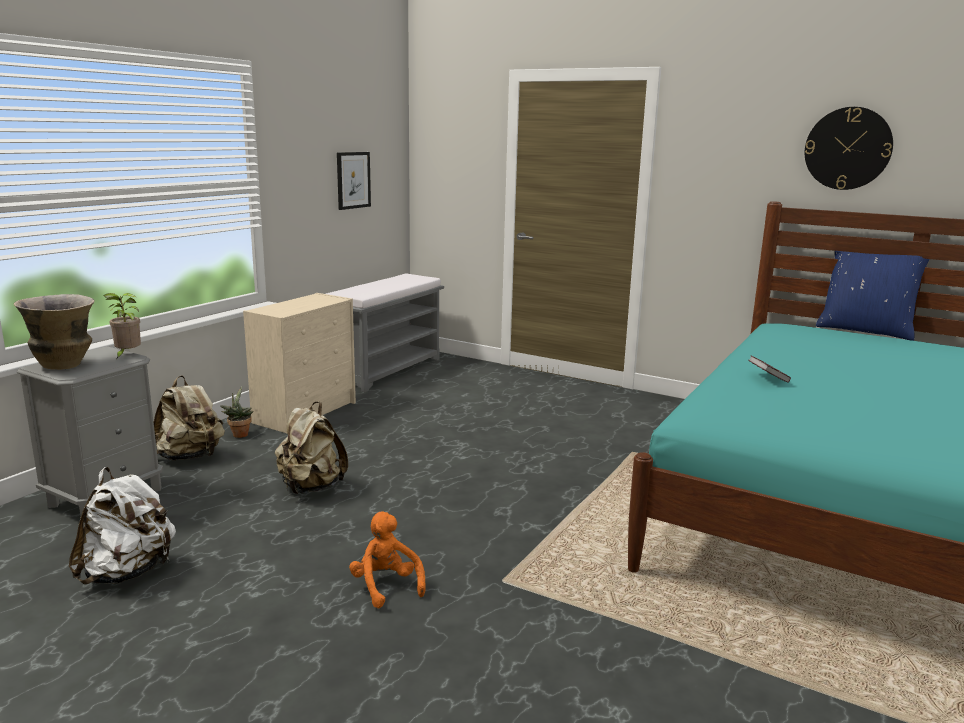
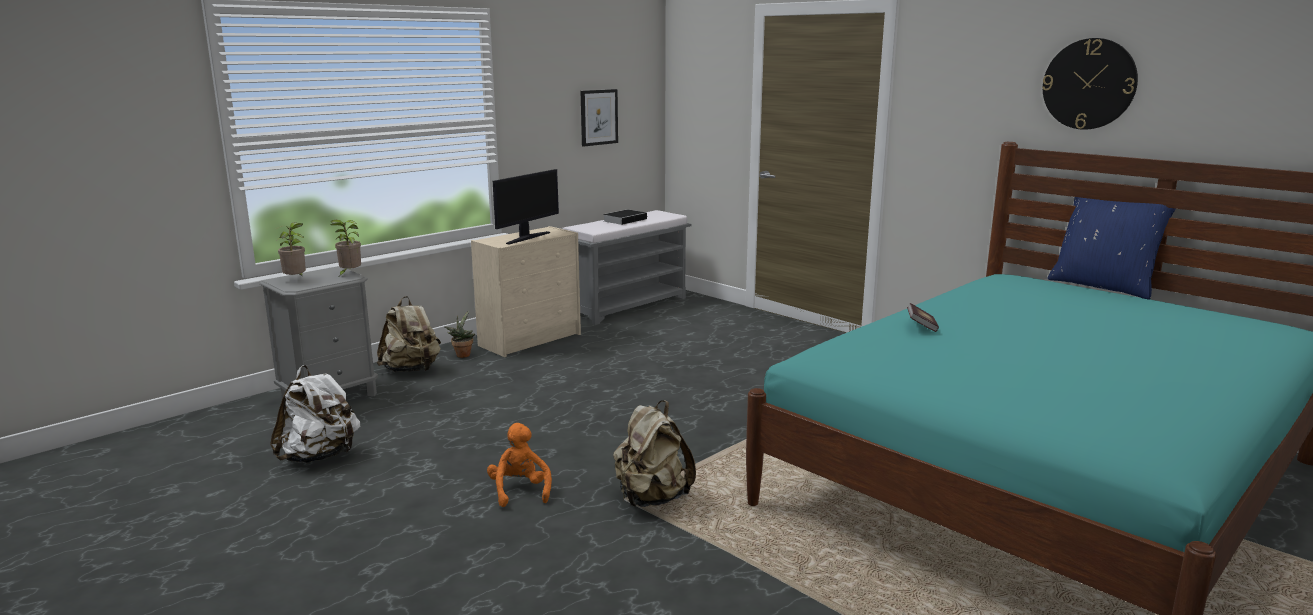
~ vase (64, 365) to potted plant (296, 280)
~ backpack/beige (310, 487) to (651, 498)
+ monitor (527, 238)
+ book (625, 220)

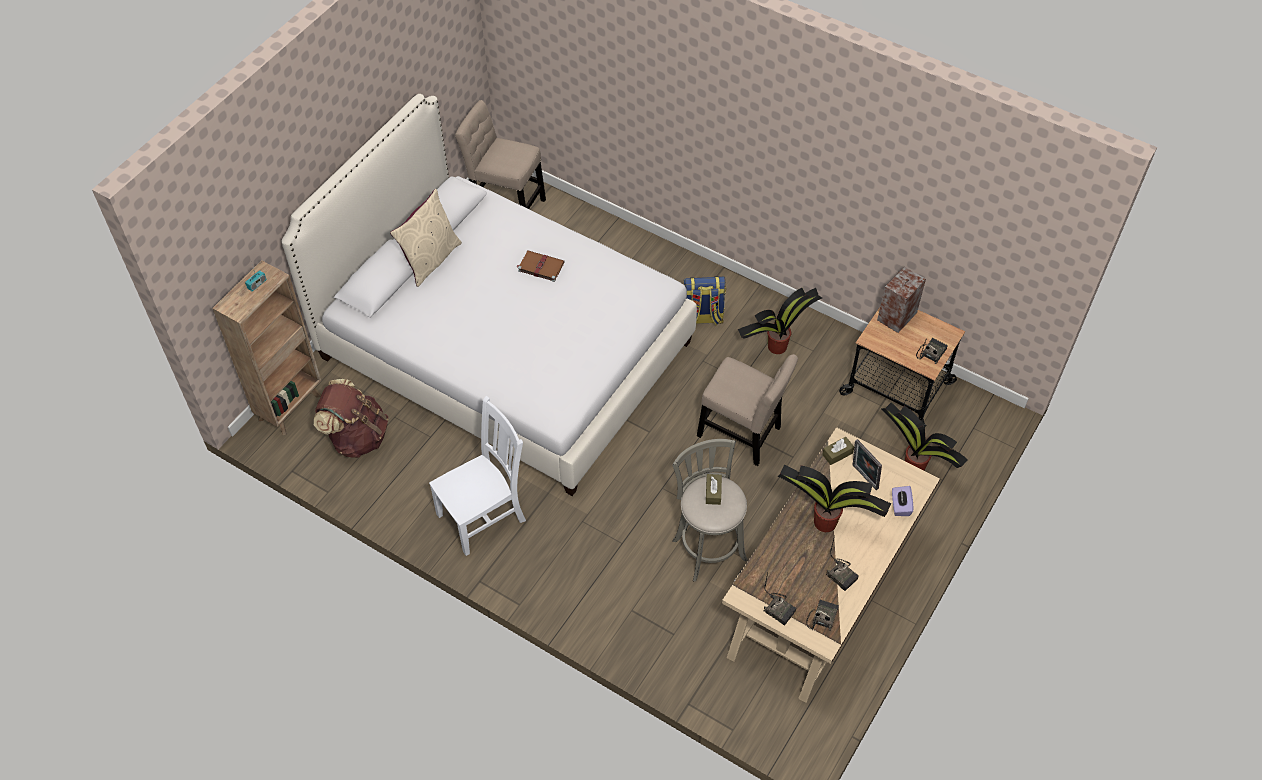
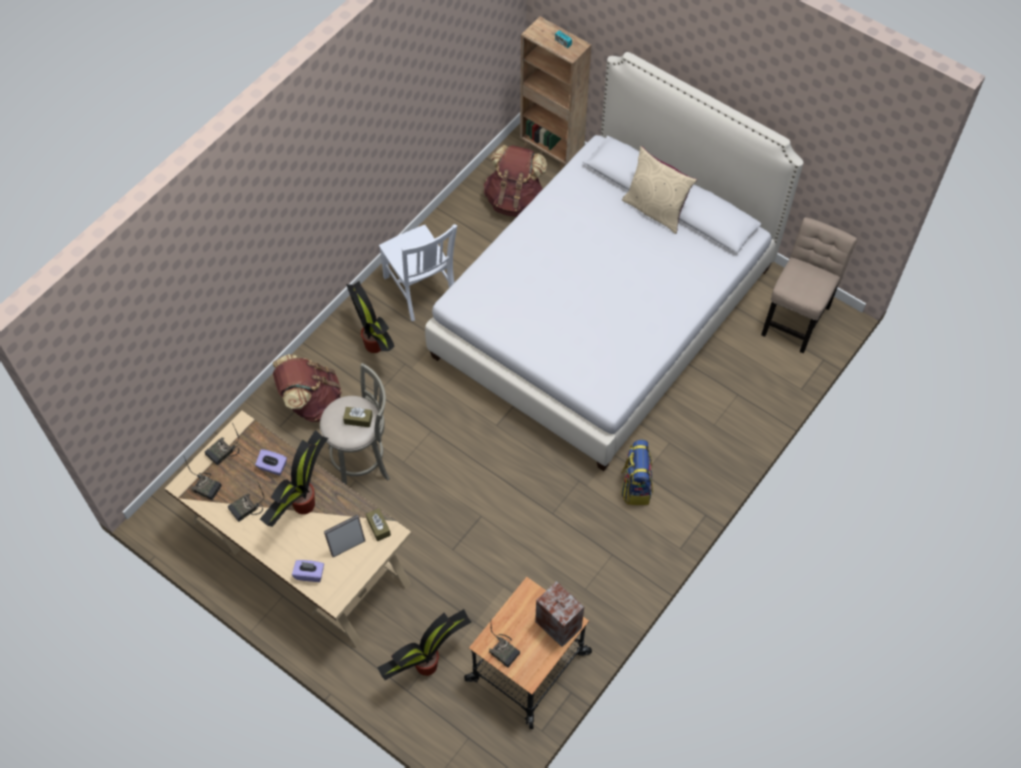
- book/brown (540, 267)
- chair/beige (742, 434)
~ potted plant (776, 347) to (374, 344)
+ tissue box/purple (272, 467)
+ backpack/brown (311, 402)

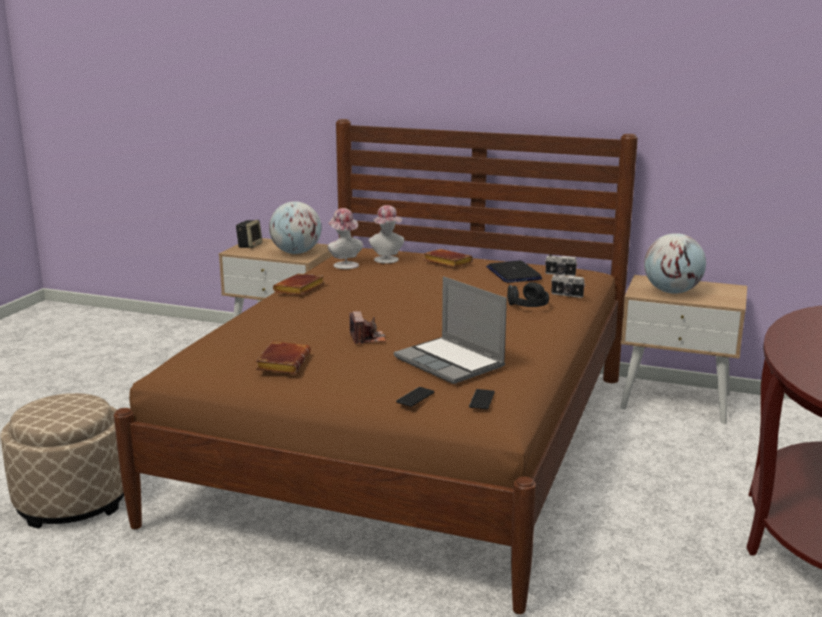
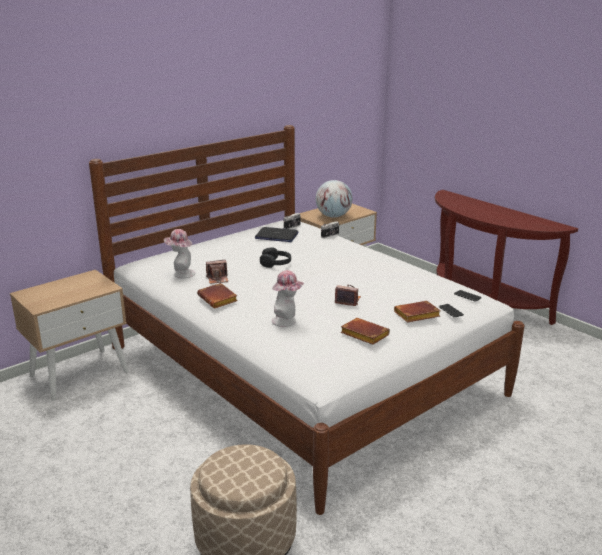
~ bed/brown (410, 443) to bed/white (301, 370)
- speaker (249, 245)
- globe (296, 253)
~ hat (387, 260) to (287, 321)
- laptop (451, 362)
~ book/brown (446, 262) to (416, 316)
~ headphones/black (528, 305) to (276, 263)
+ photo camera (218, 279)

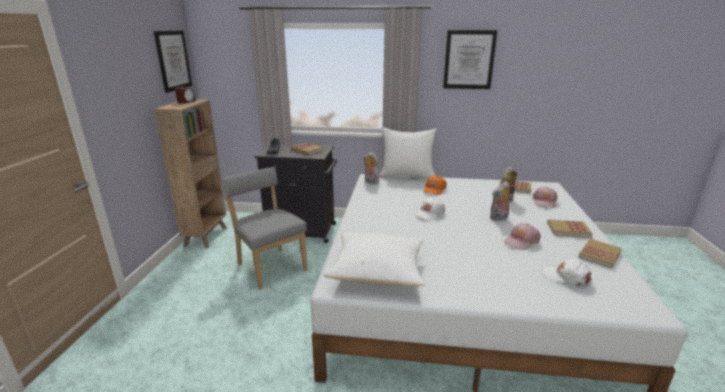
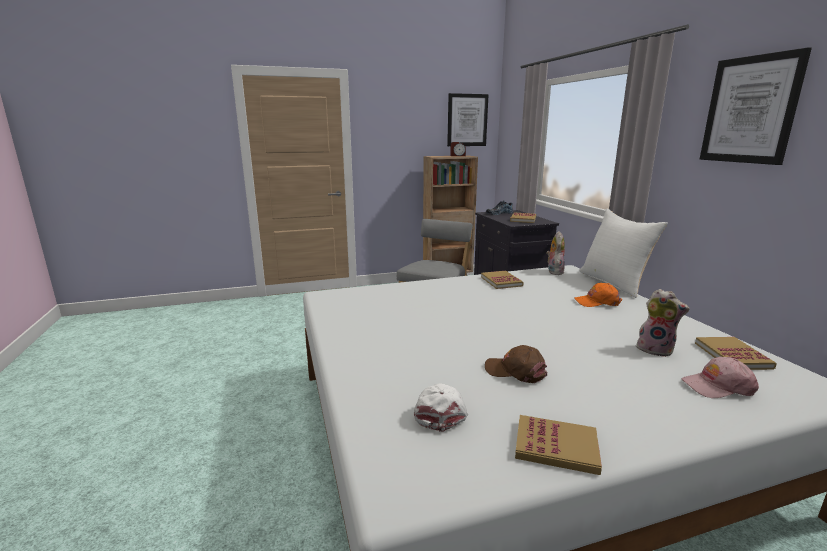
- pillow/white (378, 273)
- cap/white (429, 213)
- plush toy (499, 218)
~ cap/pink (521, 241) to cap/brown (515, 371)
~ book (568, 230) to (501, 281)

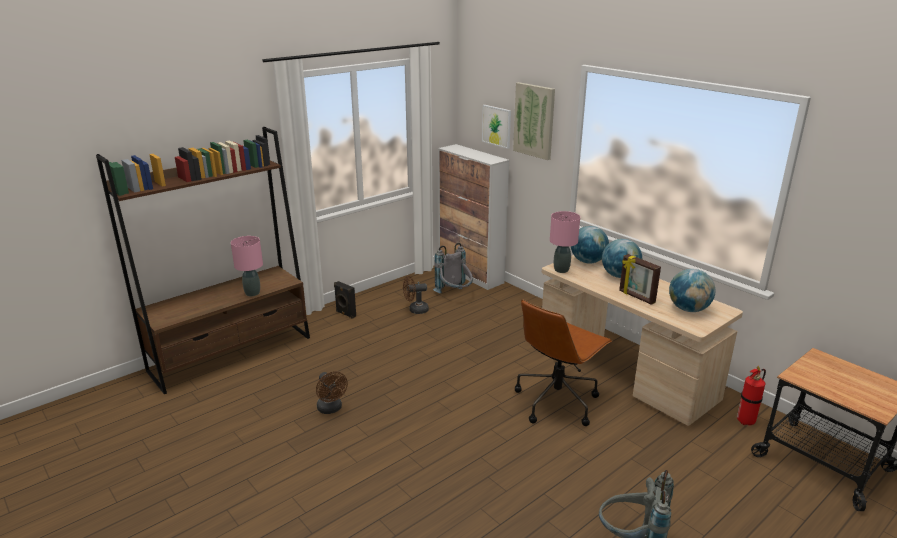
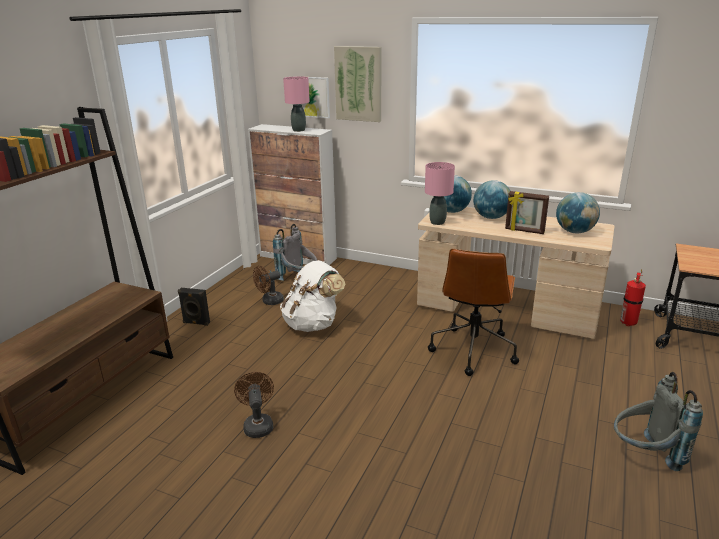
~ table lamp/pink (253, 293) to (299, 130)
~ fan/brown (331, 409) = (258, 425) 135 degrees counterclockwise
+ backpack/white (313, 324)

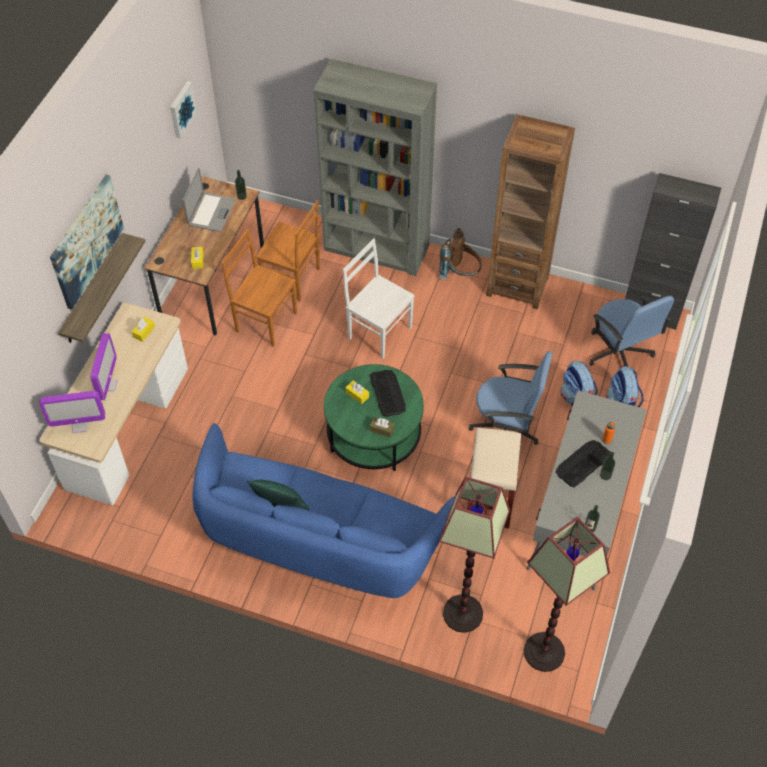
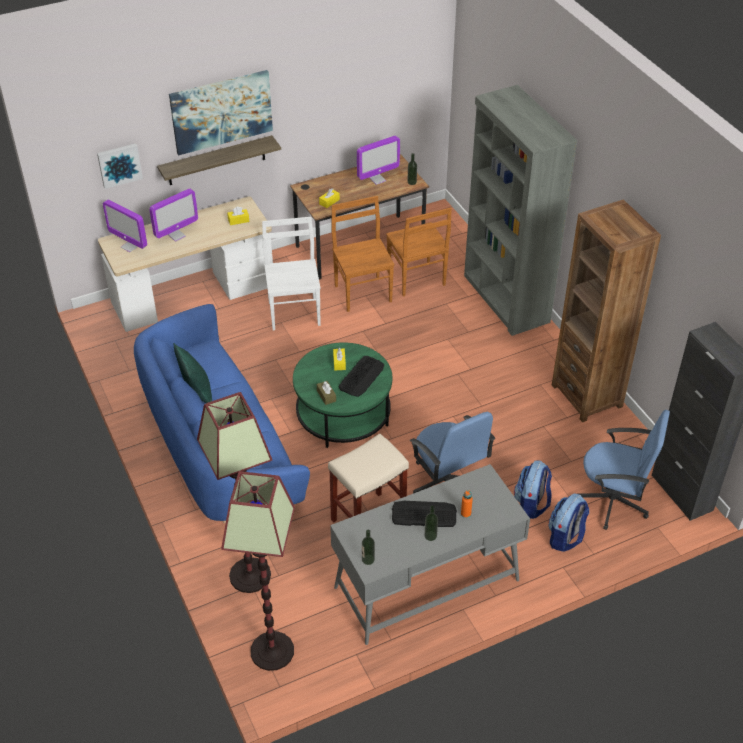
~ picture (181, 109) to (119, 164)
~ laptop (211, 212) to monitor (377, 179)
~ chair/white (378, 332) to (294, 312)
- backpack/brown (460, 274)
~ office chair/blue (619, 353) = (613, 501) 90 degrees counterclockwise

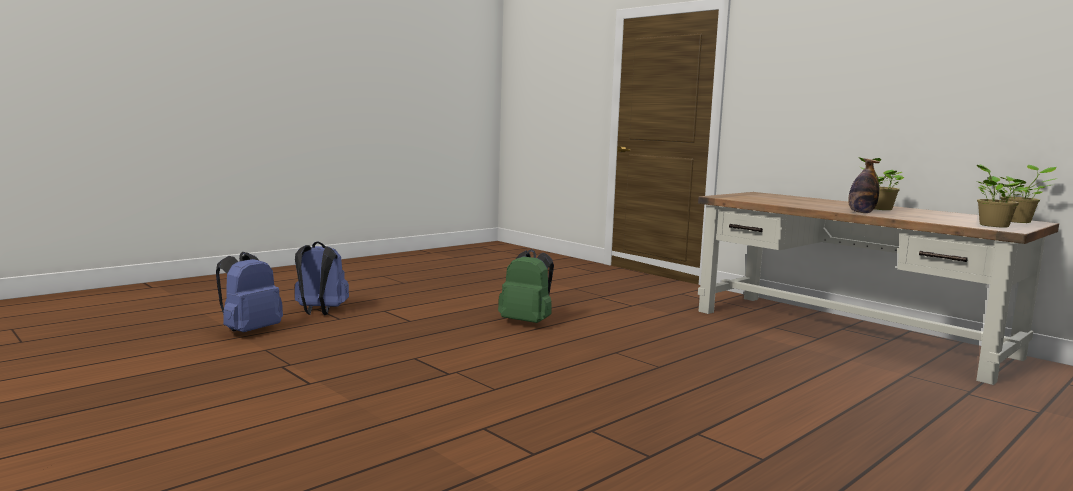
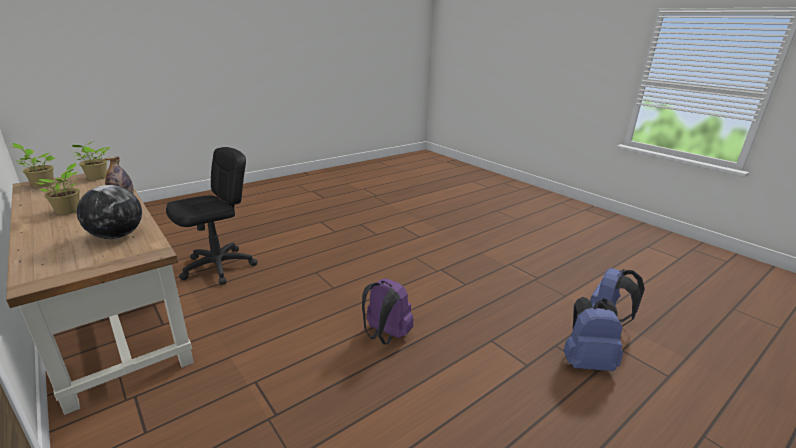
~ backpack/green (527, 322) to backpack/purple (385, 335)
+ globe (117, 236)
+ office chair/black (219, 267)

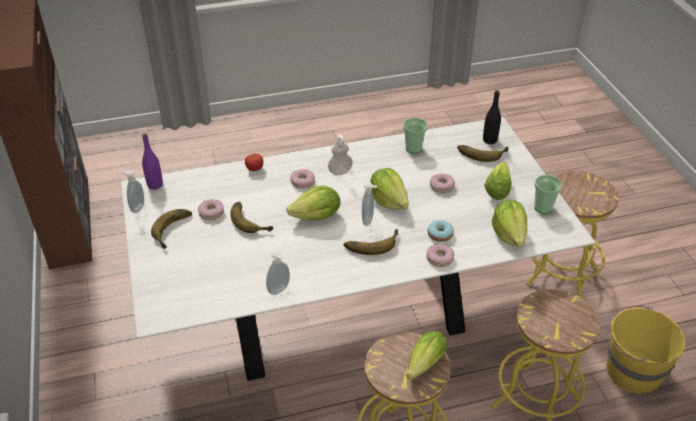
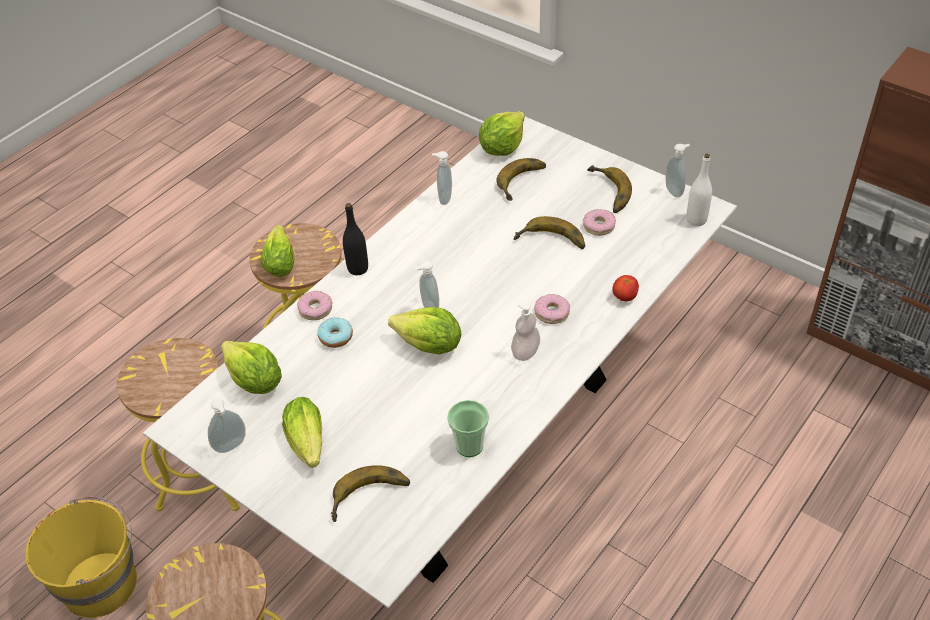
~ bottle/purple (155, 185) to bottle/white (696, 220)
~ lettuce (317, 217) to (502, 147)
~ banana (371, 243) to (524, 183)
- donut (442, 186)
~ bottle/black (490, 140) to (358, 268)
~ cup (543, 208) to soap dispenser (231, 447)

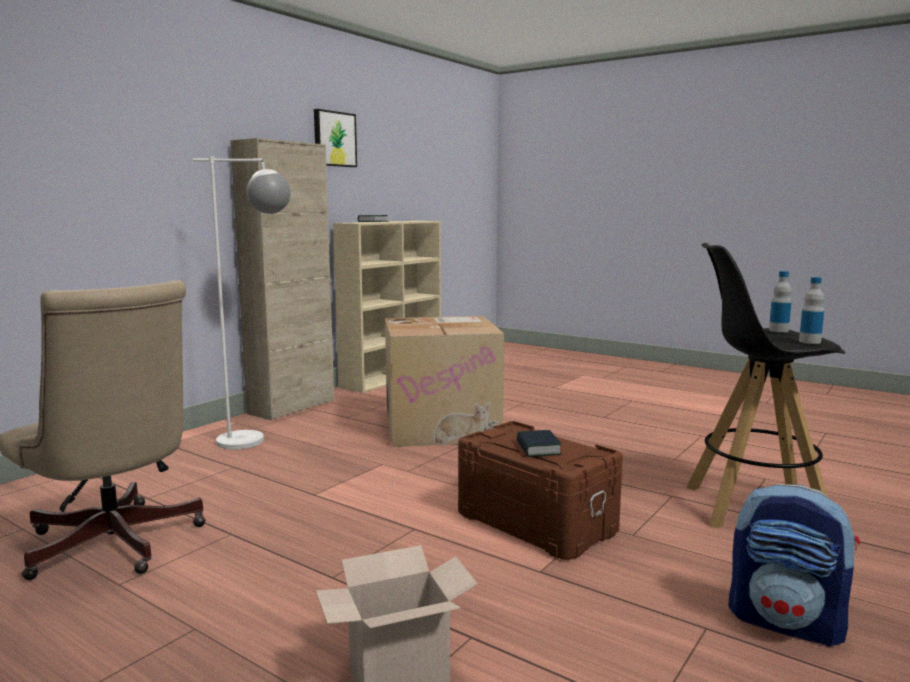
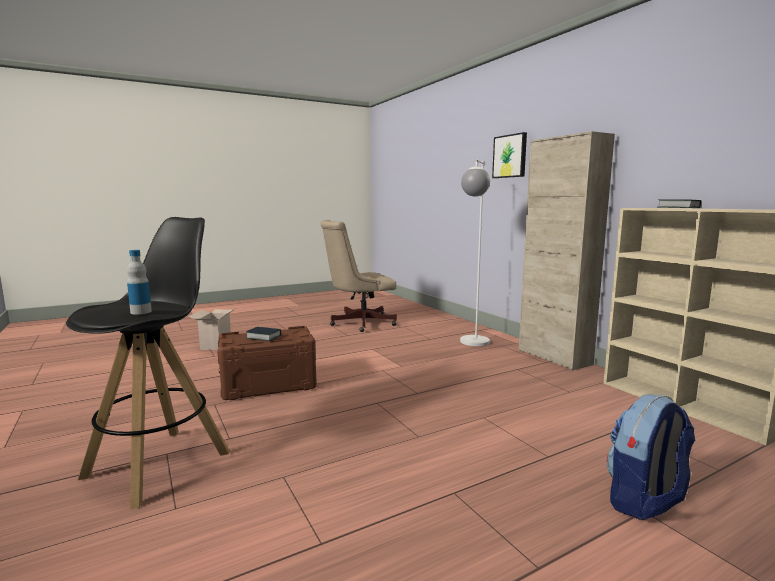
~ picture (334, 139) to (510, 156)
- cardboard box (442, 426)
~ backpack (787, 622) to (644, 501)
- bottle (809, 341)

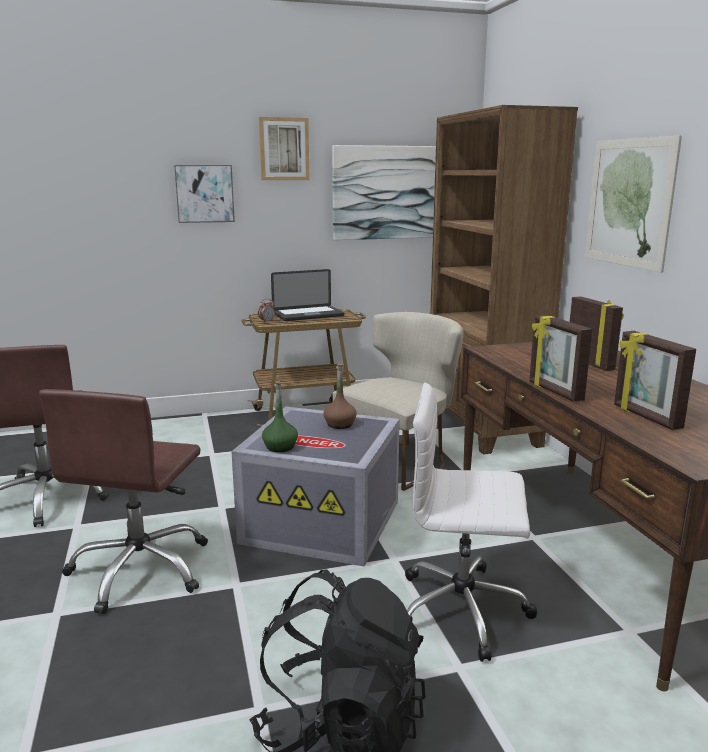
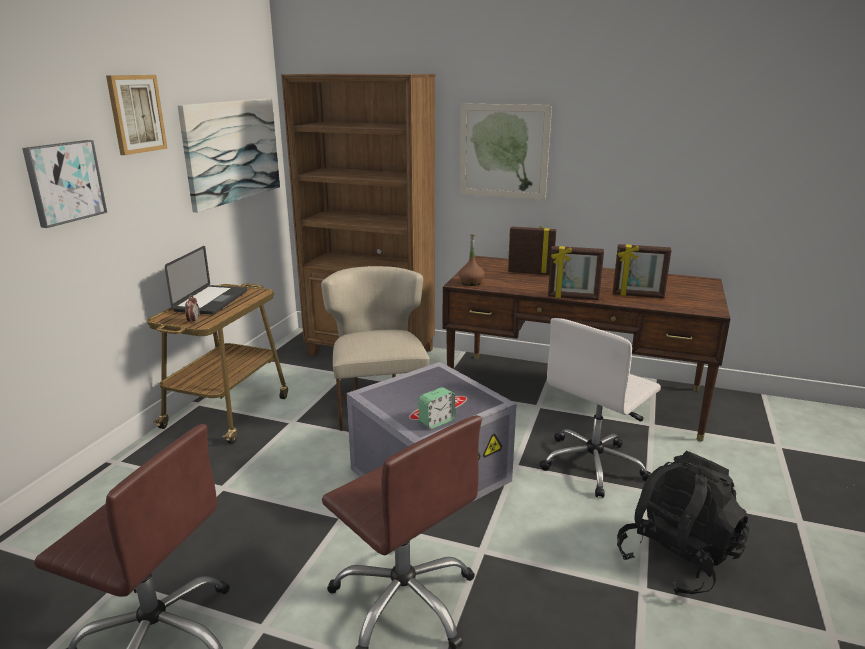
~ bottle/green (280, 447) to alarm clock (436, 421)
~ bottle/brown (340, 424) to (471, 282)

